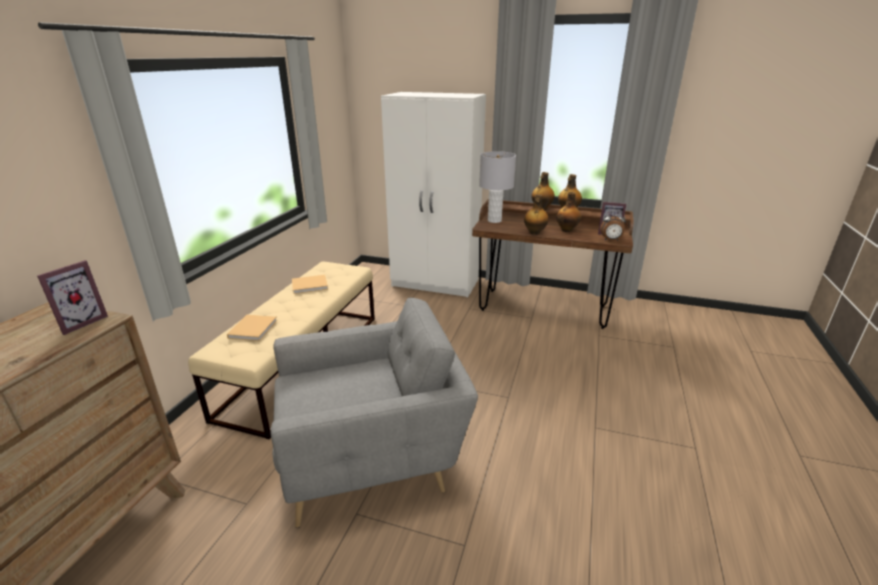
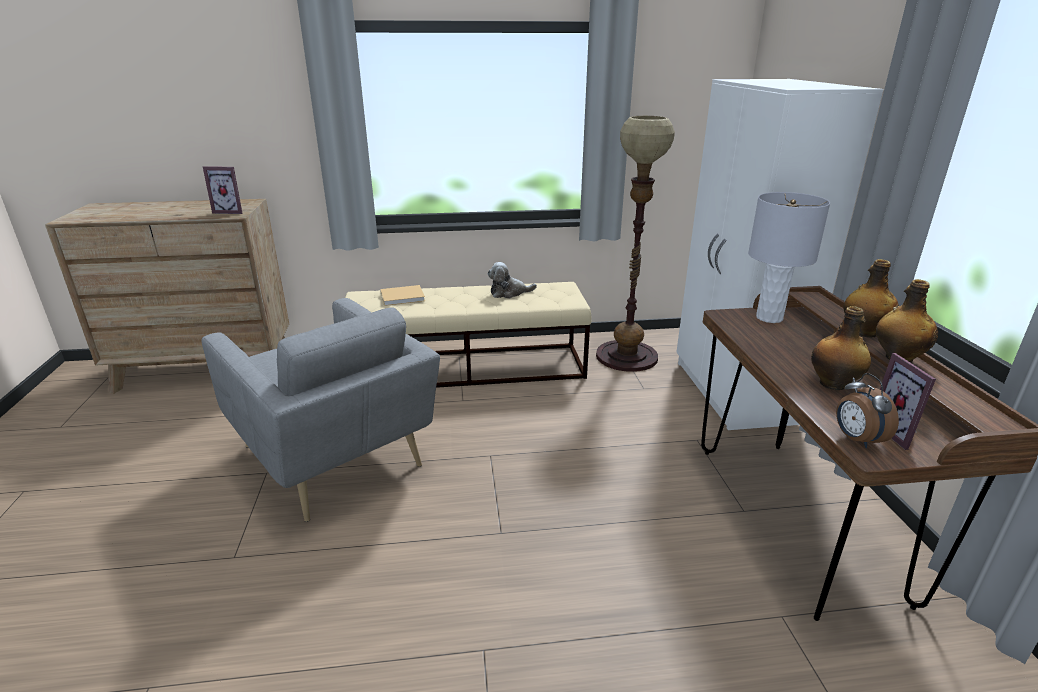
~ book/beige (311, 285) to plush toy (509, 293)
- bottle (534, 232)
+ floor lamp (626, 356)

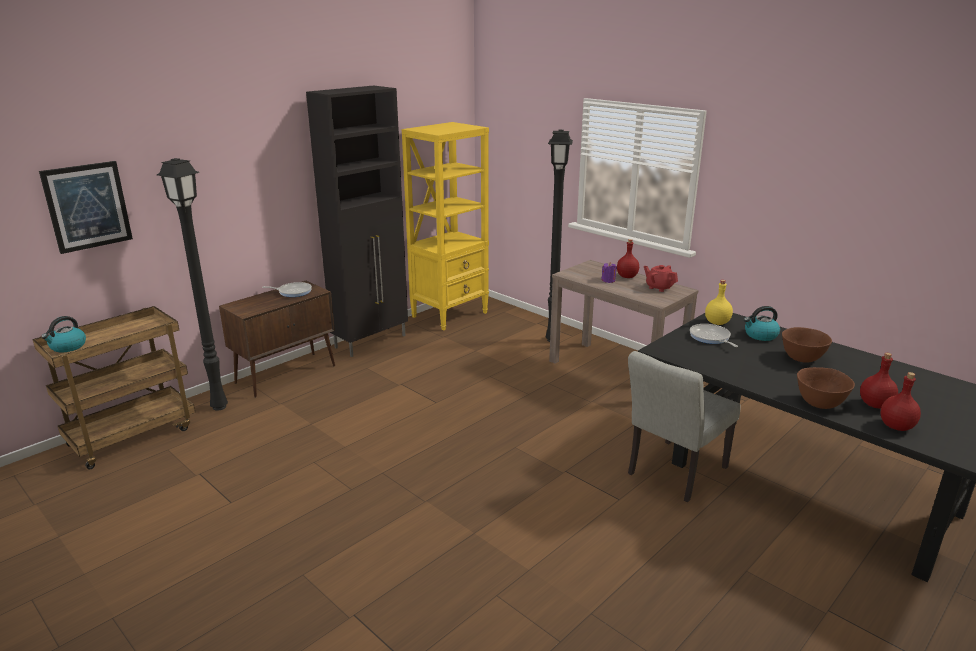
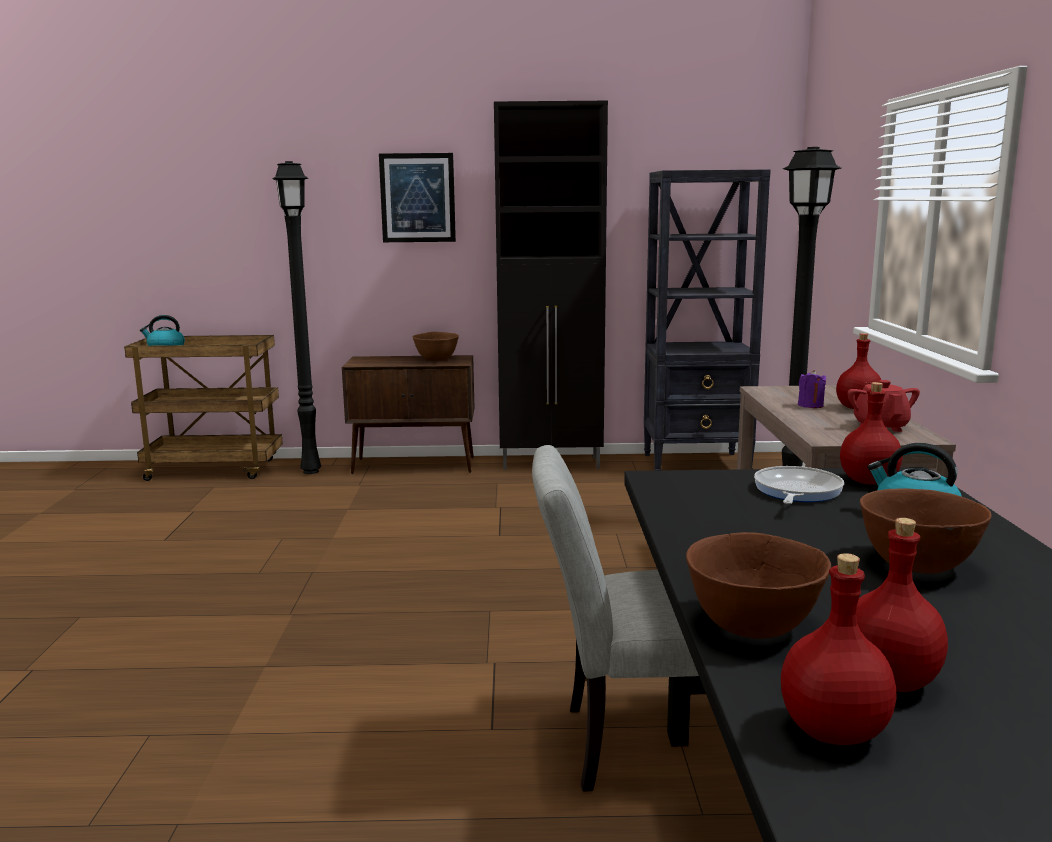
~ picture (87, 206) to (417, 198)
~ frying pan (293, 292) to bowl/brown (436, 359)
~ bookcase/yellow (450, 314) to bookcase/black (697, 464)
~ bottle/yellow (716, 322) to bottle/red (868, 481)

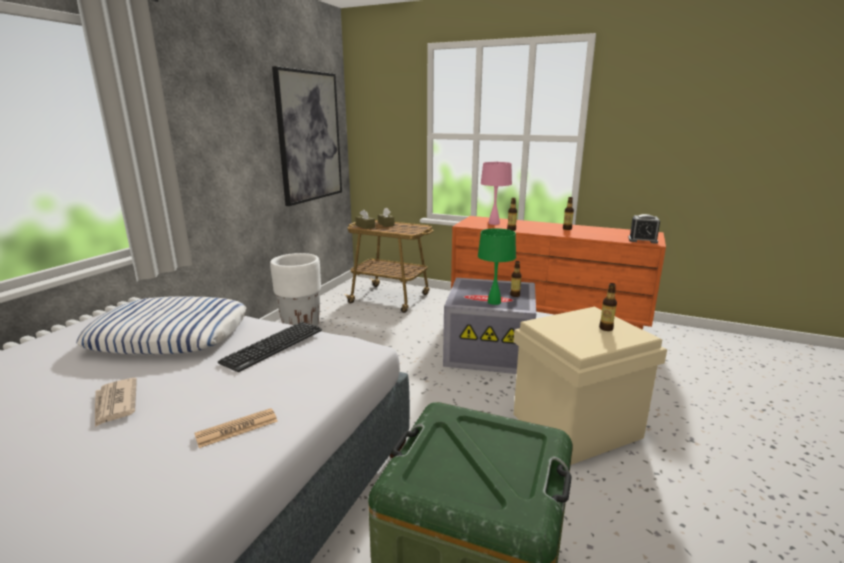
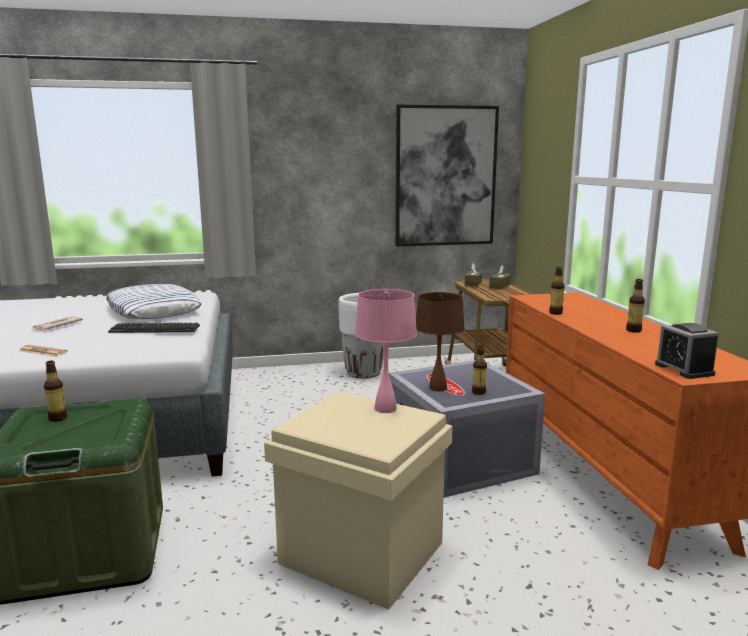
~ table lamp/green (494, 302) to table lamp/brown (438, 388)
~ table lamp/pink (494, 223) to (386, 408)
~ bottle (606, 328) to (58, 418)

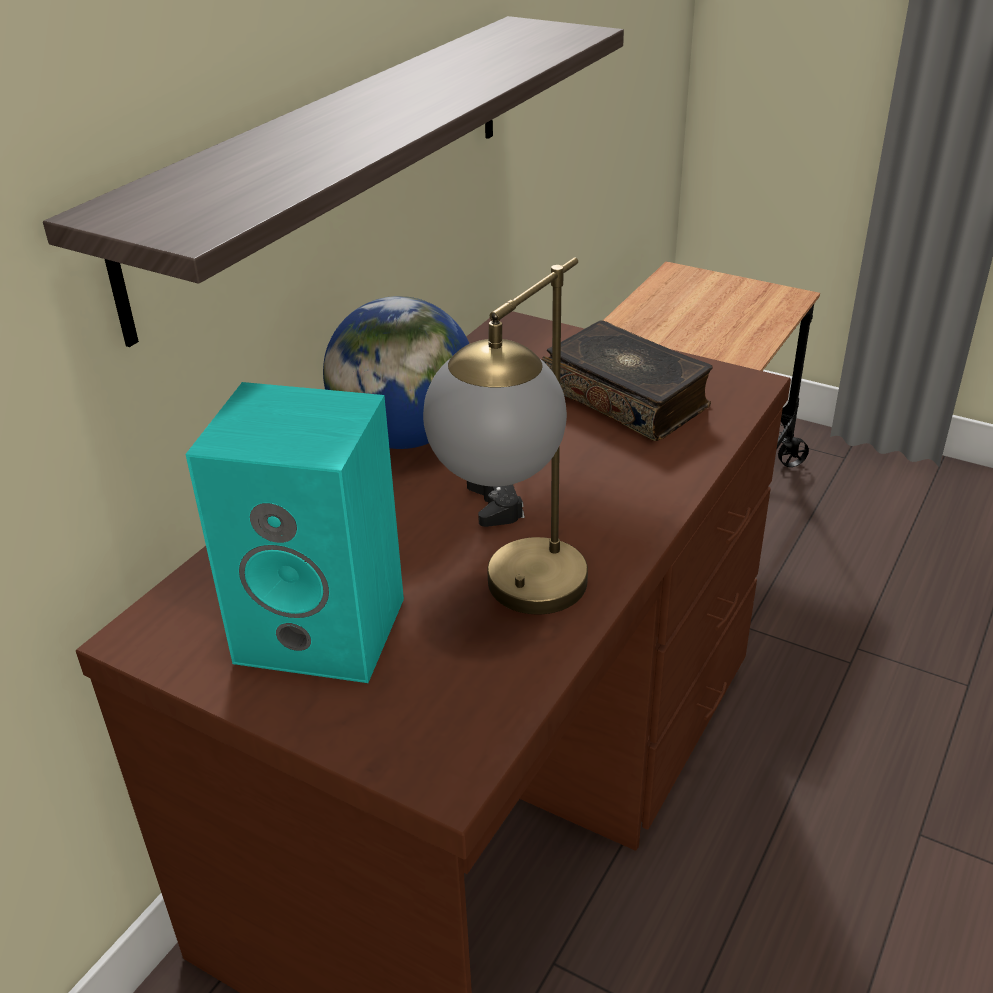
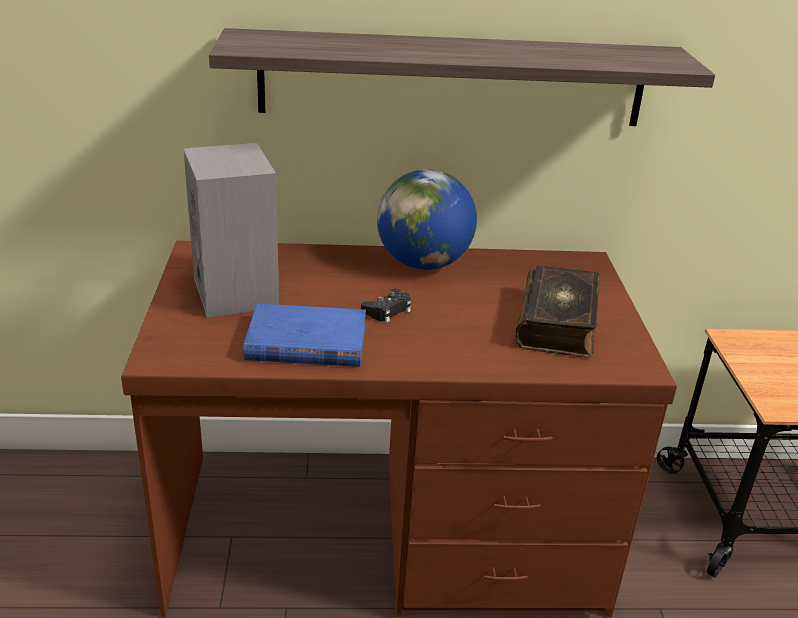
~ speaker/turquoise (326, 628) to speaker/grey (238, 293)
~ table lamp (517, 603) to book/blue (305, 342)

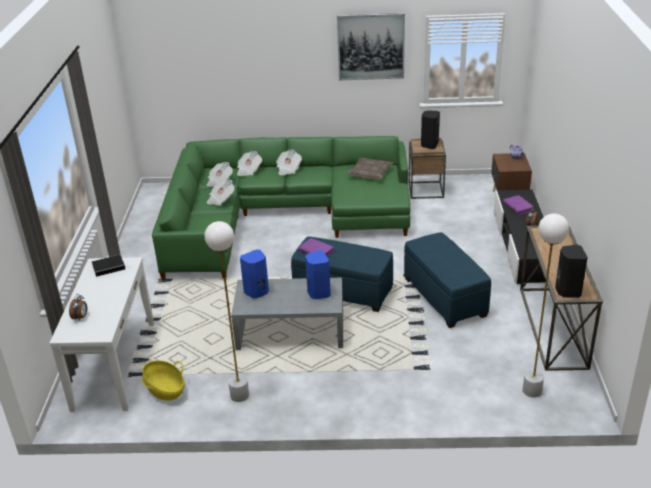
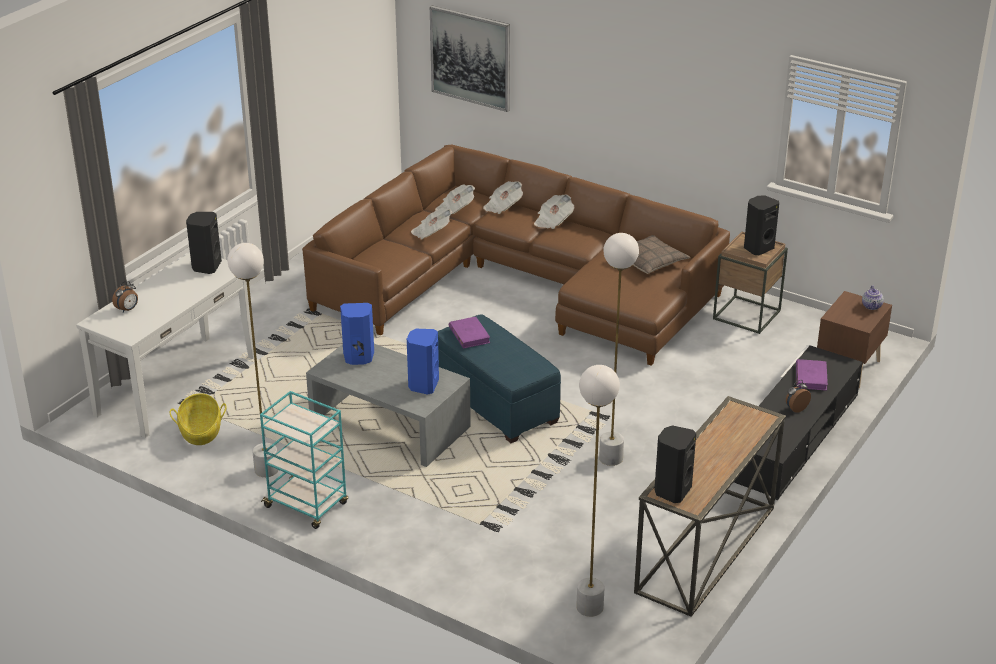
~ book (110, 267) to speaker/black (206, 266)
~ sofa/green (279, 216) to sofa/brown (519, 283)
~ picture (371, 46) to (471, 58)
~ ottoman/blue (444, 297) to floor lamp/white (610, 458)
+ cart/turquoise (307, 506)

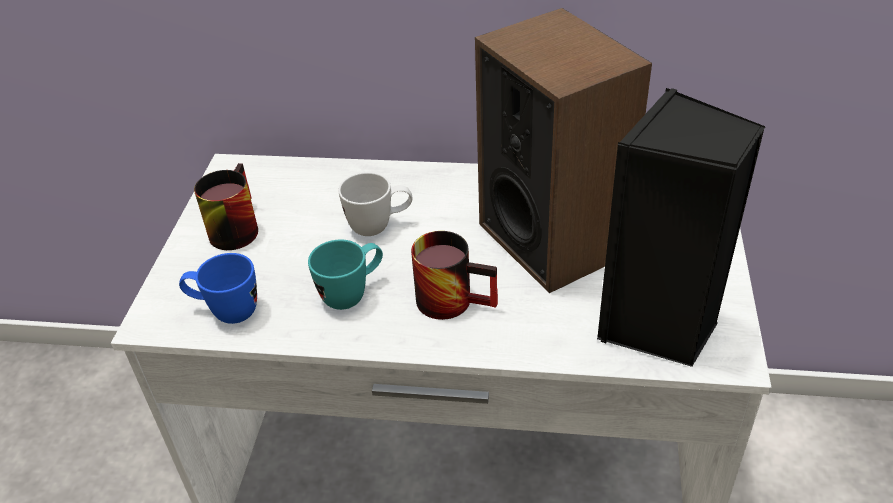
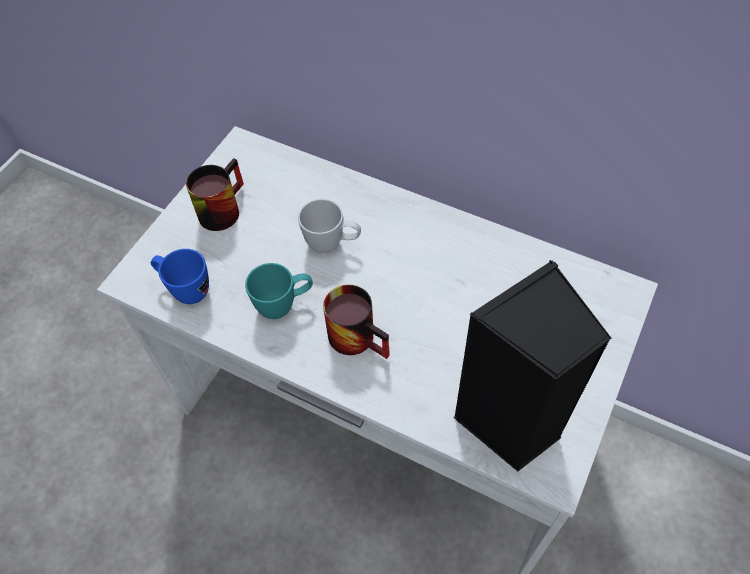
- speaker (551, 239)

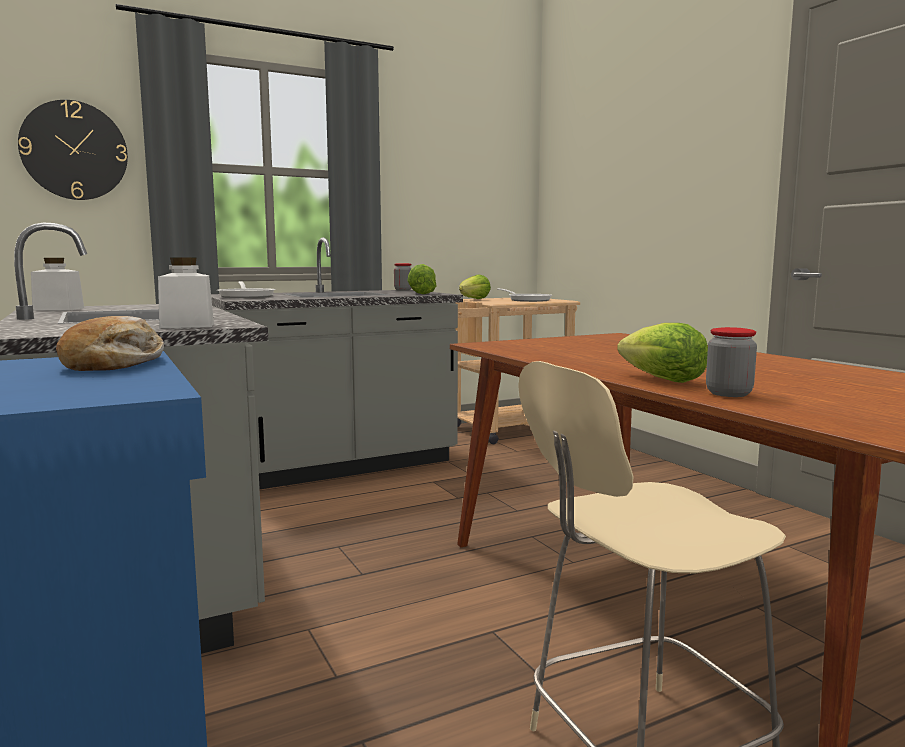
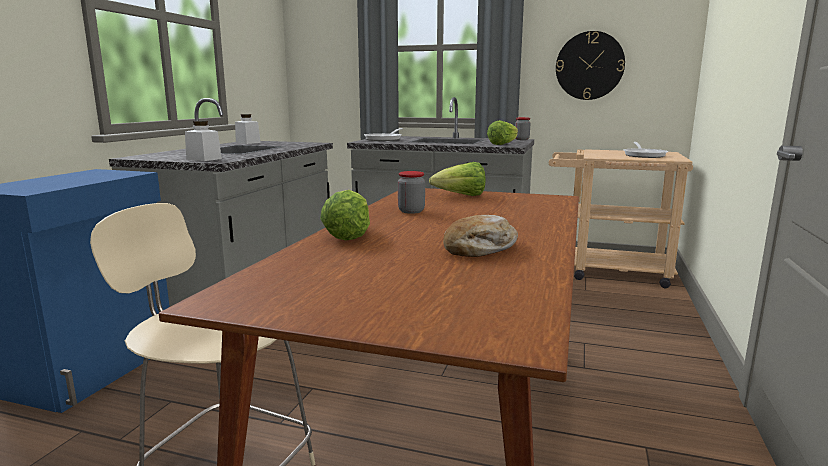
~ wall clock (74, 150) to (589, 66)
~ bread (116, 364) to (480, 249)
~ lettuce (473, 299) to (461, 196)
~ jar (728, 393) to (411, 211)

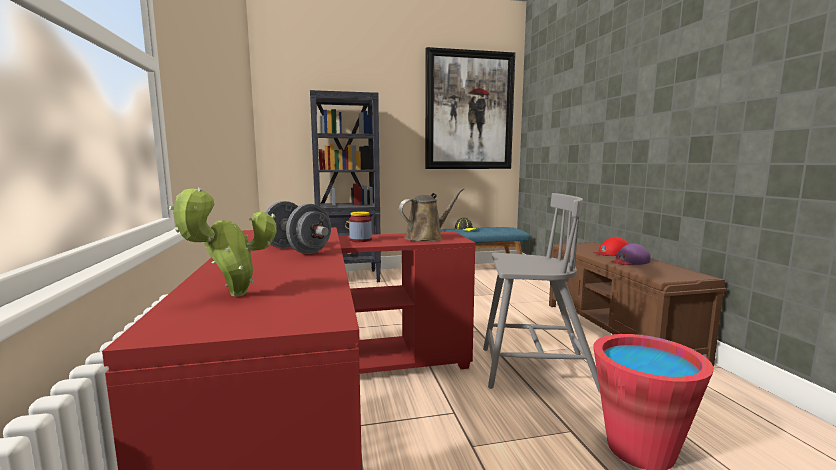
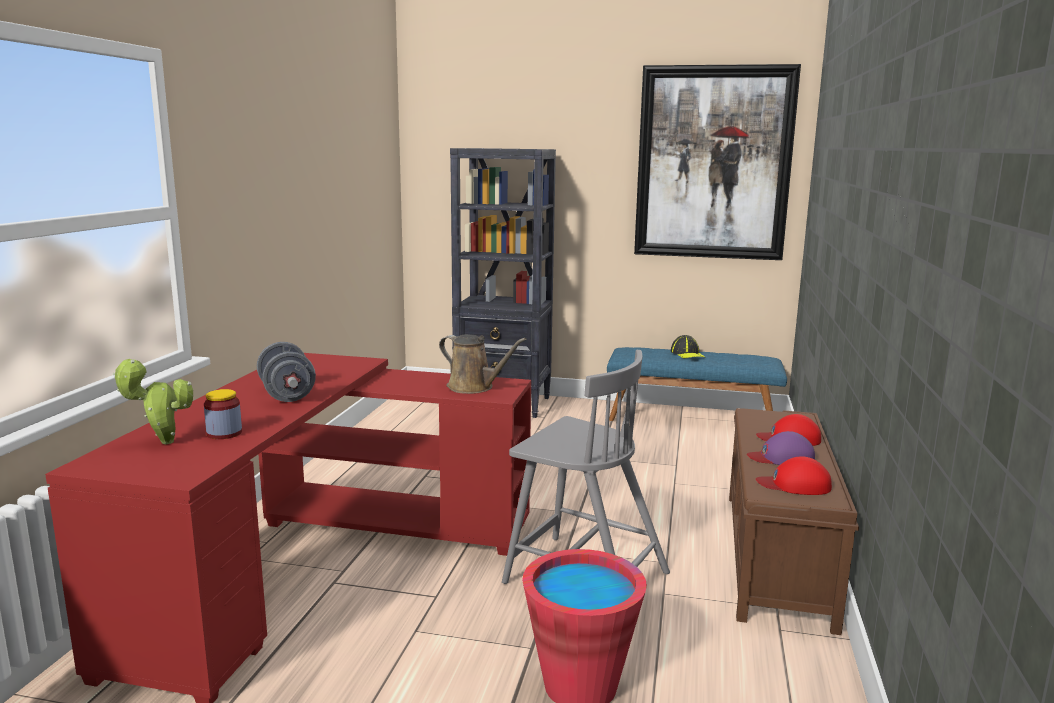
~ jar (360, 240) to (224, 433)
~ watering can/brown (427, 237) = (474, 387) 45 degrees clockwise
+ cap/red (794, 485)

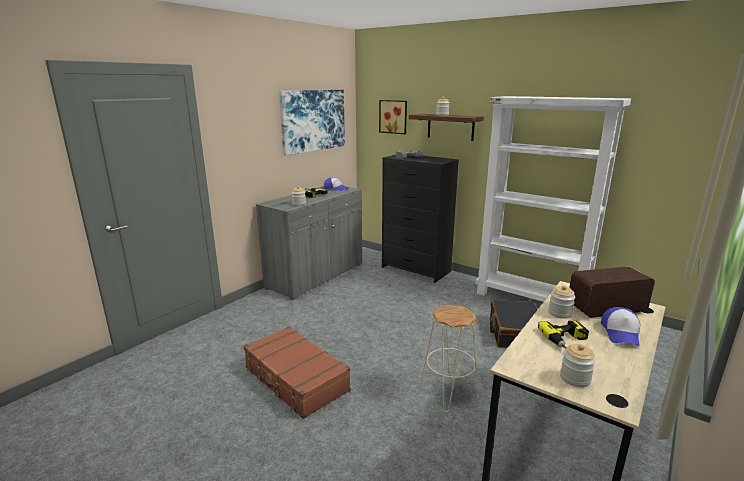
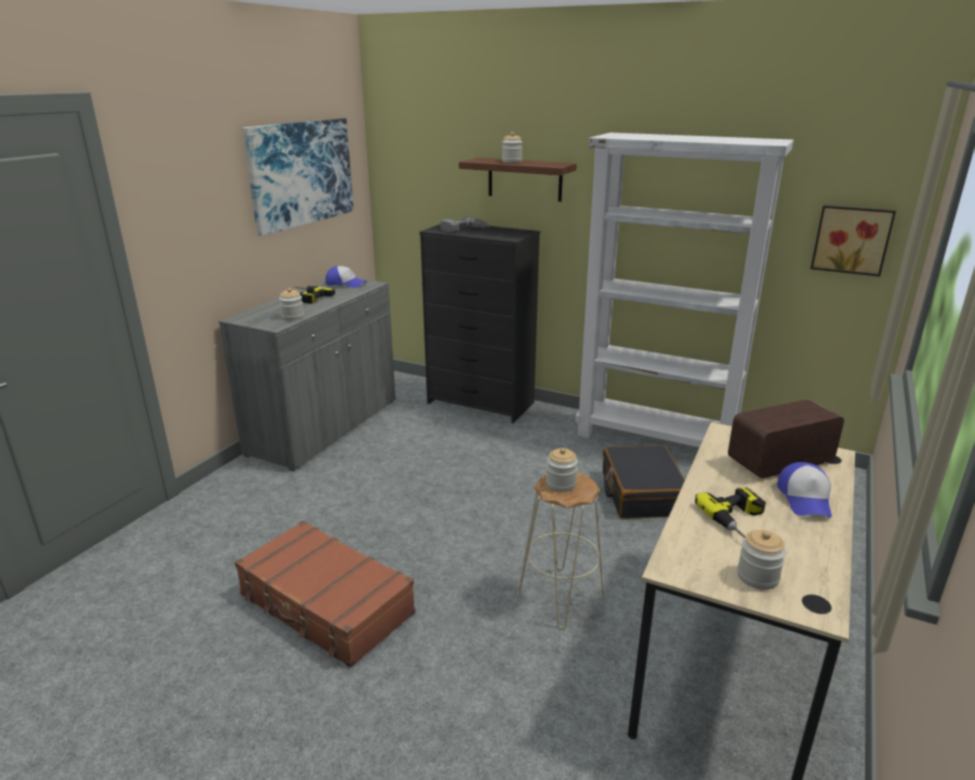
~ picture (393, 116) to (851, 239)
~ jar (559, 313) to (561, 484)

